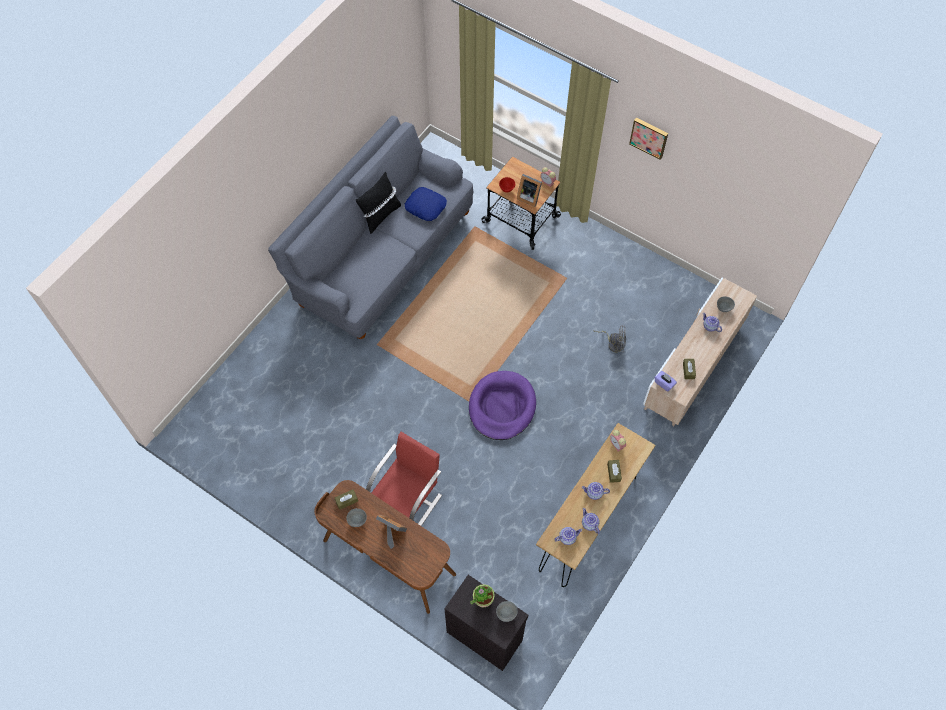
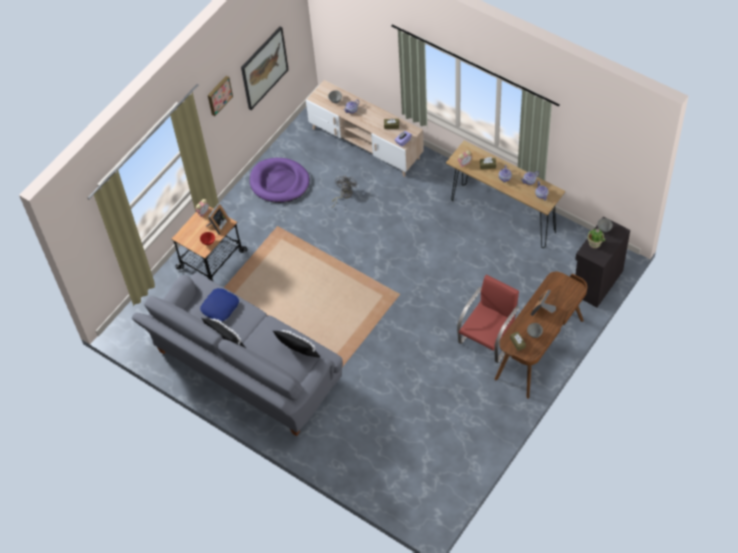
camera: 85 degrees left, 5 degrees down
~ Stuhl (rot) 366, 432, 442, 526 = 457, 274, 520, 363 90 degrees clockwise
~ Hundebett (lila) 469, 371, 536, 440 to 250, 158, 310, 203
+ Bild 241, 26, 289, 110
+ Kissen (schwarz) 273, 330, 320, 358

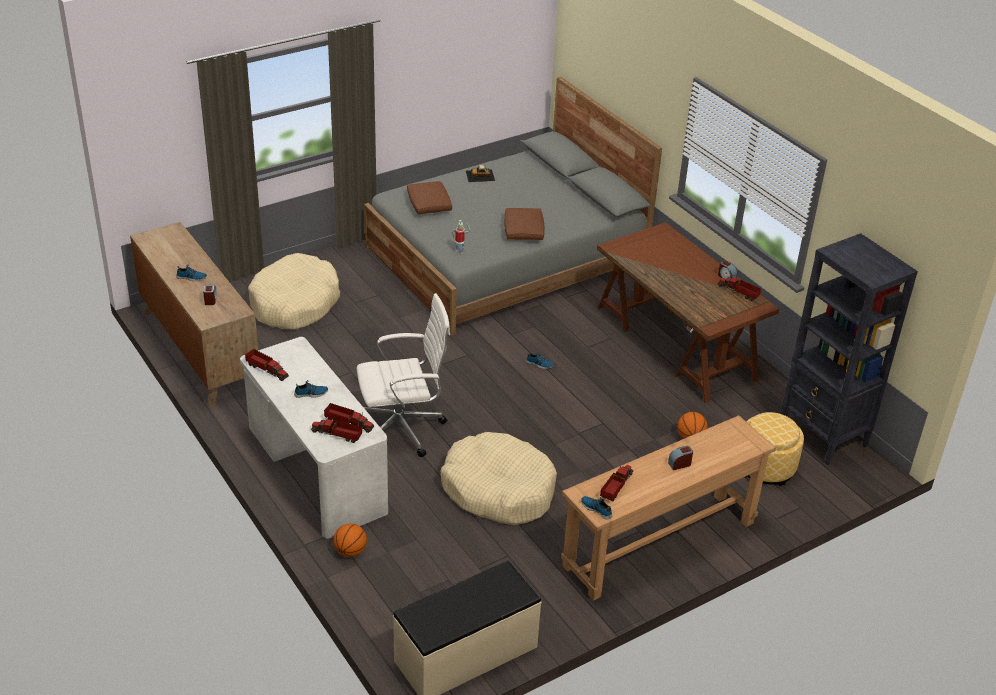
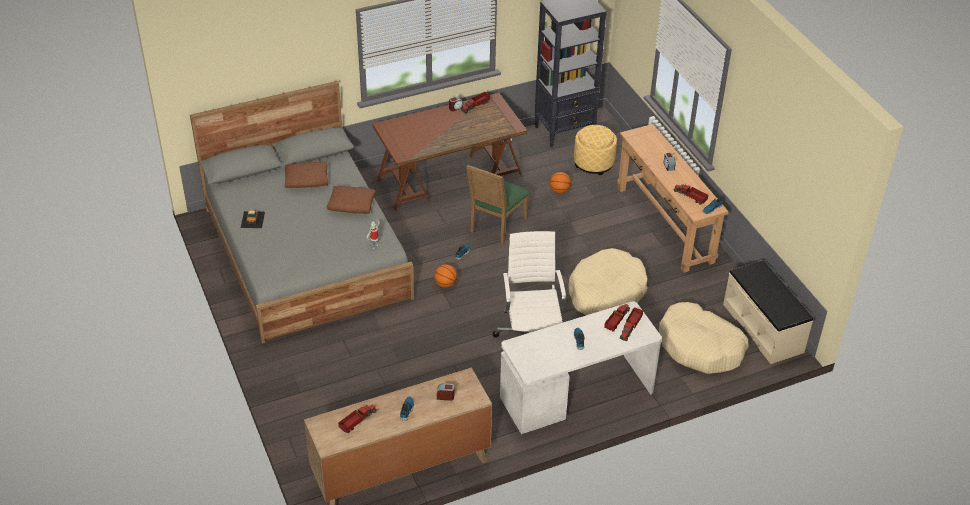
camera: 80 degrees left, 5 degrees up
~ Spielzeuglaster 245, 349, 289, 381 to 338, 404, 377, 433
~ Hundebett (beige) 248, 253, 340, 329 to 659, 302, 749, 374
~ Basketball 333, 523, 367, 557 to 434, 264, 457, 288
~ Kissen (braun) 407, 181, 452, 214 to 285, 162, 328, 188
+ Stuhl (grün) 466, 165, 530, 244

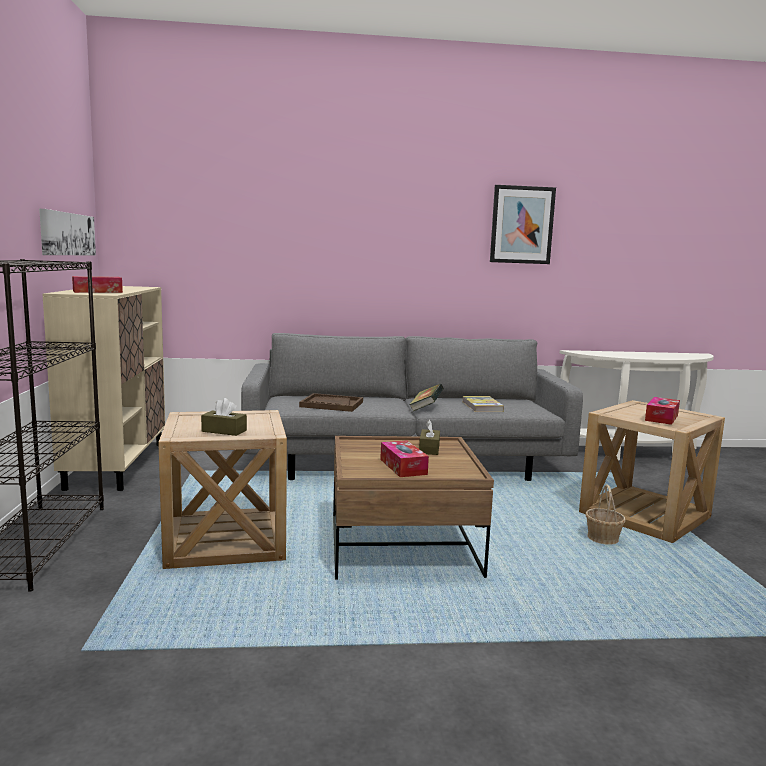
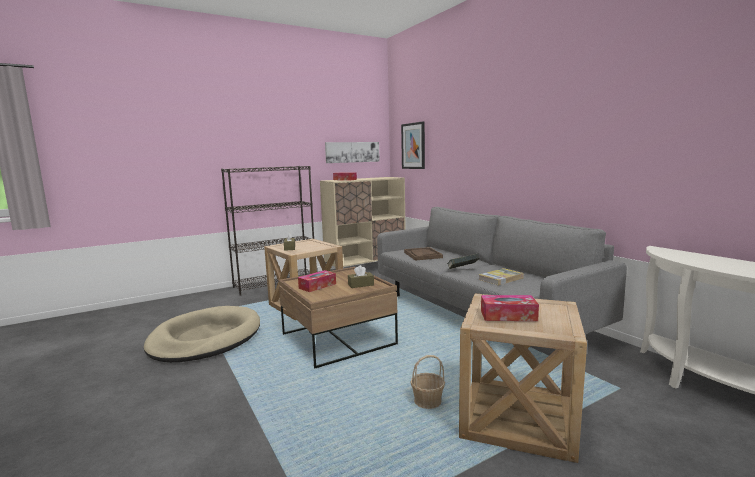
camera: 65 degrees right, 0 degrees up
~ Bild 490, 185, 556, 264 to 401, 121, 425, 169
+ Hundebett (beige) 144, 306, 260, 363

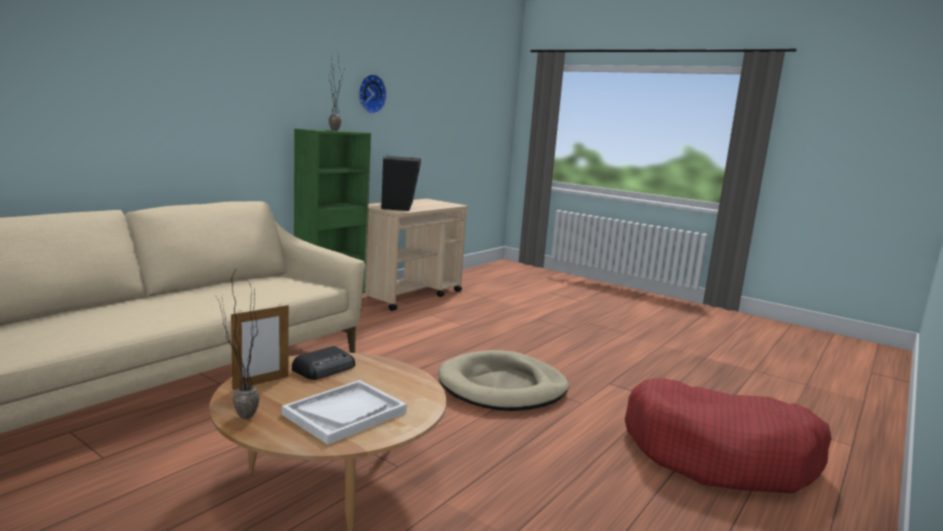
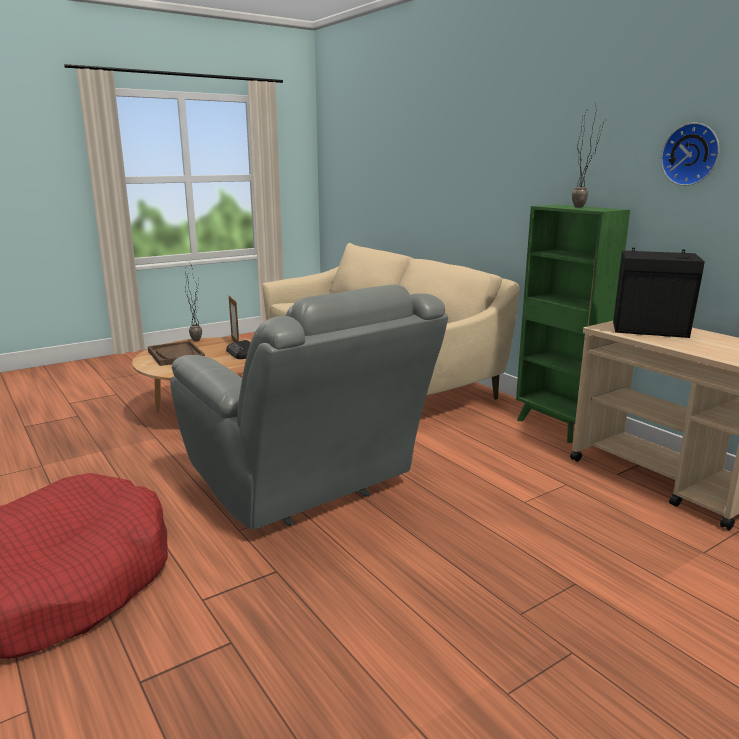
camera: 110 degrees right, 5 degrees up
~ Tablett (weiß) 282, 380, 407, 445 to Tablett (braun) 148, 341, 205, 366
~ Hundebett (beige) 438, 350, 569, 411 to Sessel (grau) 170, 285, 448, 529

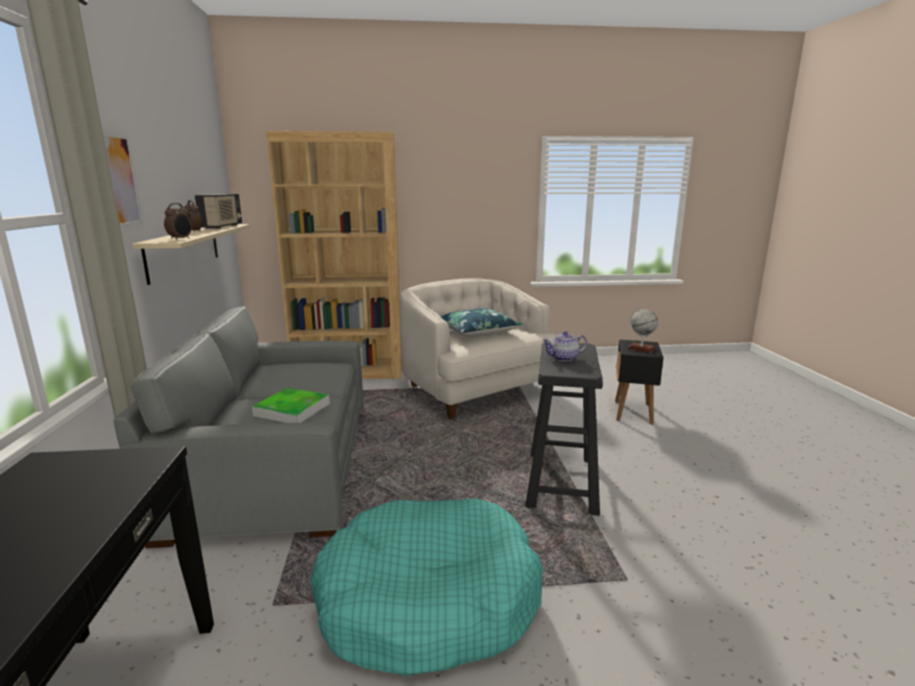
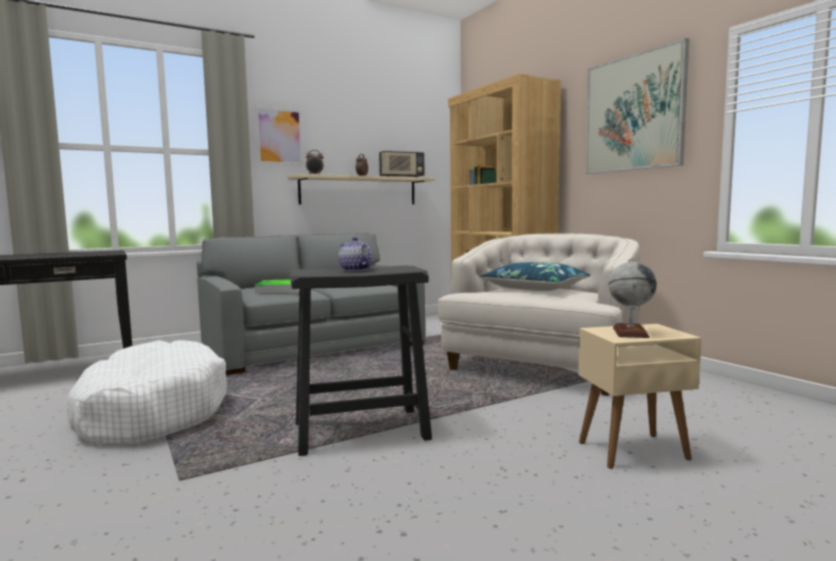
camera: 65 degrees right, 10 degrees down
~ Hundebett (türkis) 310, 499, 543, 676 to Hundebett (weiß) 66, 340, 227, 445
~ Beistelltisch (schwarz) 615, 339, 664, 424 to Beistelltisch (beige) 578, 324, 701, 469
+ Bild 585, 38, 689, 174

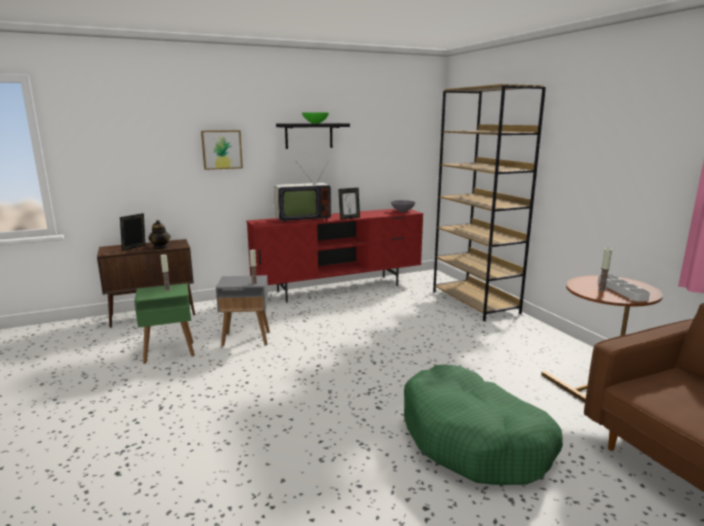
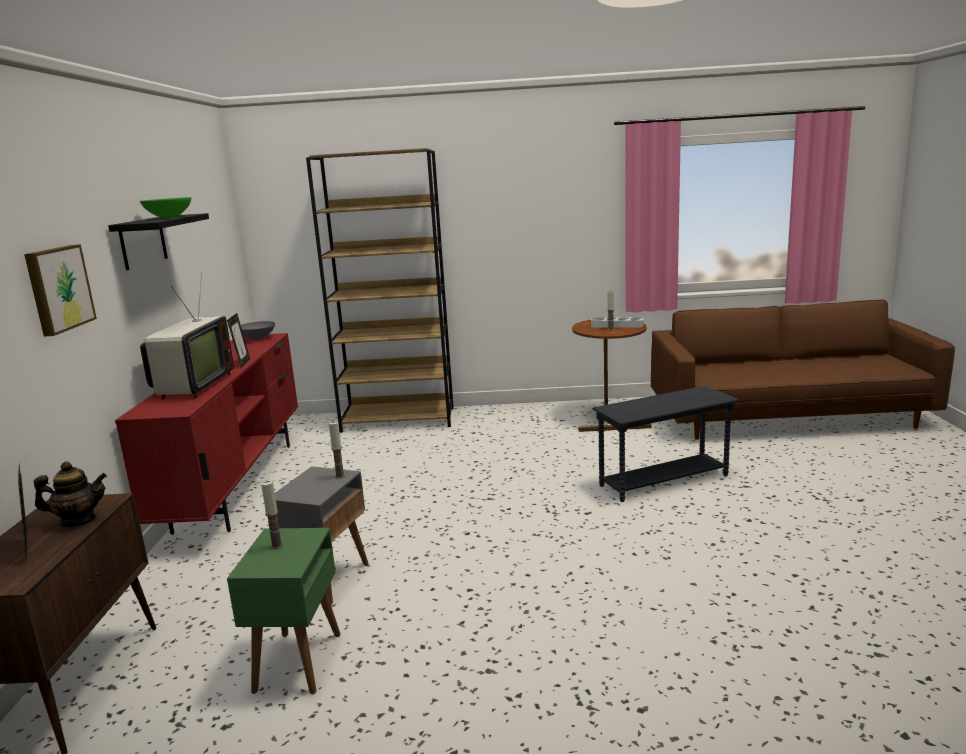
camera: 65 degrees left, 0 degrees up
~ Hundebett (grün) 404, 364, 563, 485 to Beistelltisch (grau) 592, 386, 739, 502

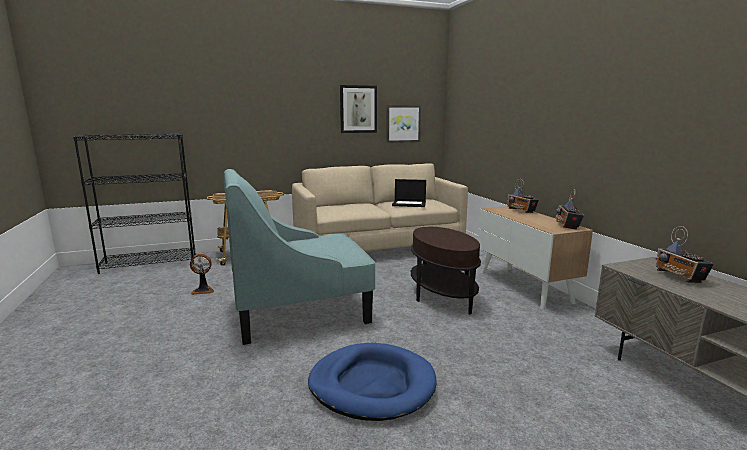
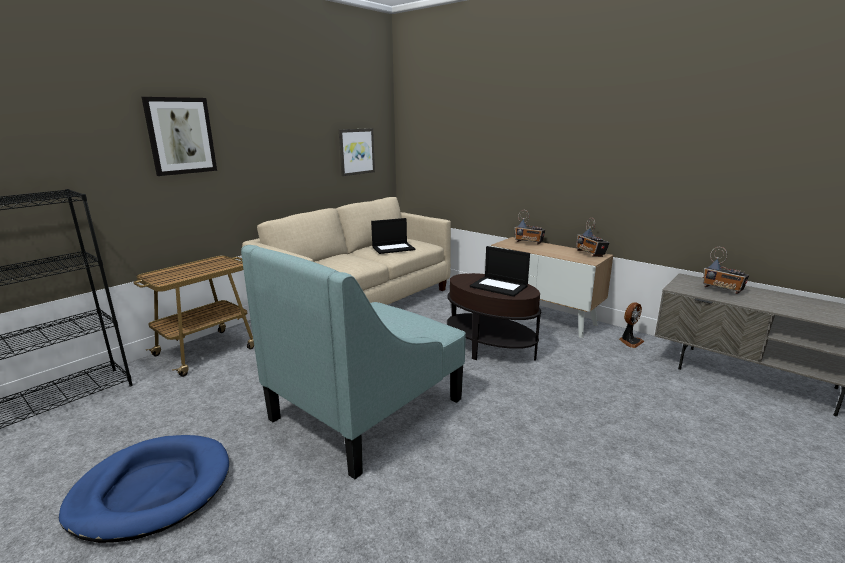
camera: 30 degrees left, 5 degrees up
~ Ventilator 190, 254, 214, 295 to 619, 302, 644, 348
~ Hundebett (blau) 308, 343, 437, 421 to 59, 435, 229, 543
~ Bild 340, 85, 377, 133 to 142, 97, 217, 176
+ Laptop 470, 246, 530, 297

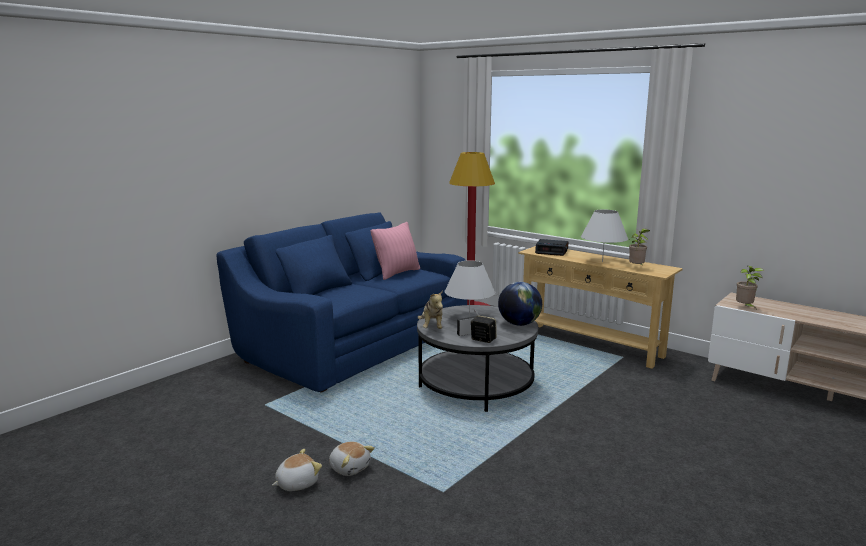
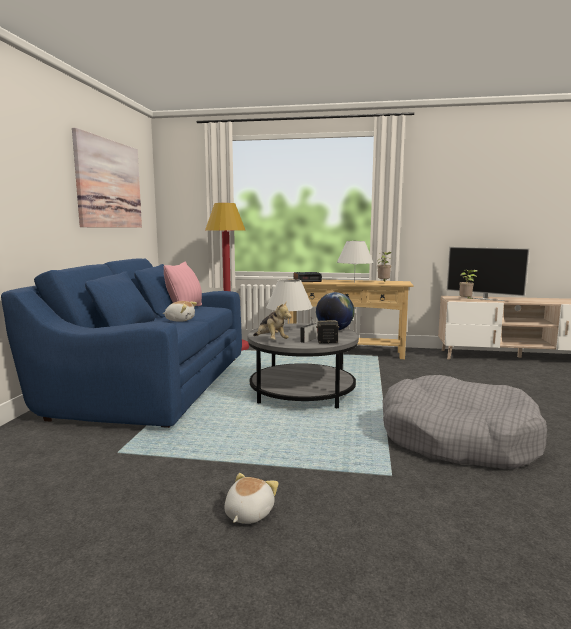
camera: 30 degrees left, 5 degrees down
~ Plüschtier 329, 442, 375, 476 to 163, 301, 197, 322
+ Bild 72, 128, 142, 228
+ Hundebett (grau) 383, 375, 547, 470
+ Fernseher 447, 247, 529, 301

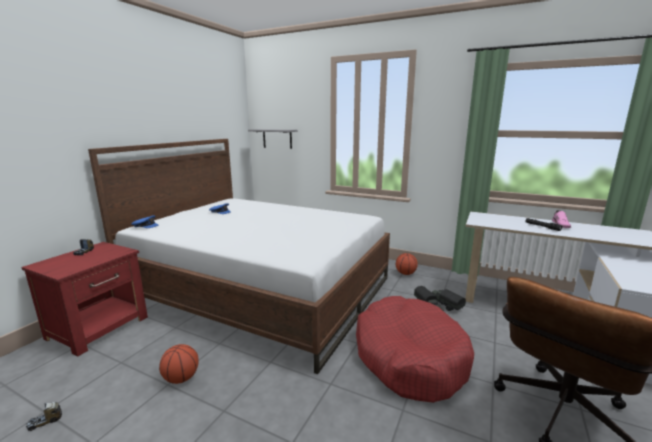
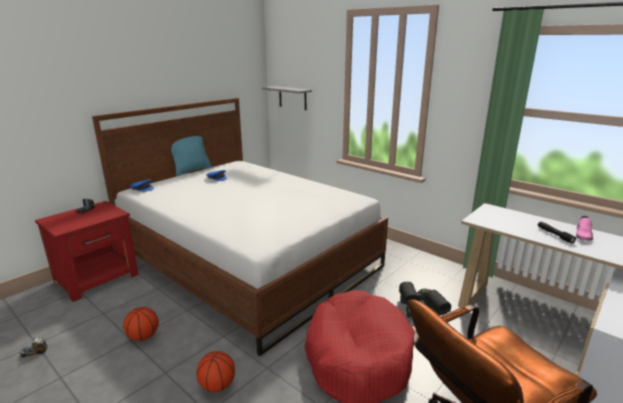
camera: 15 degrees right, 5 degrees up
~ Basketball 396, 253, 418, 275 to 196, 351, 235, 392
+ Kissen (türkis) 171, 136, 212, 176

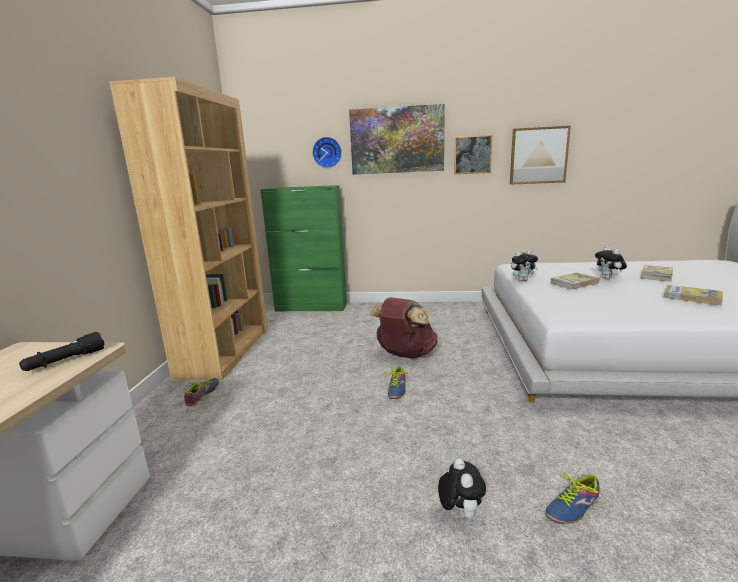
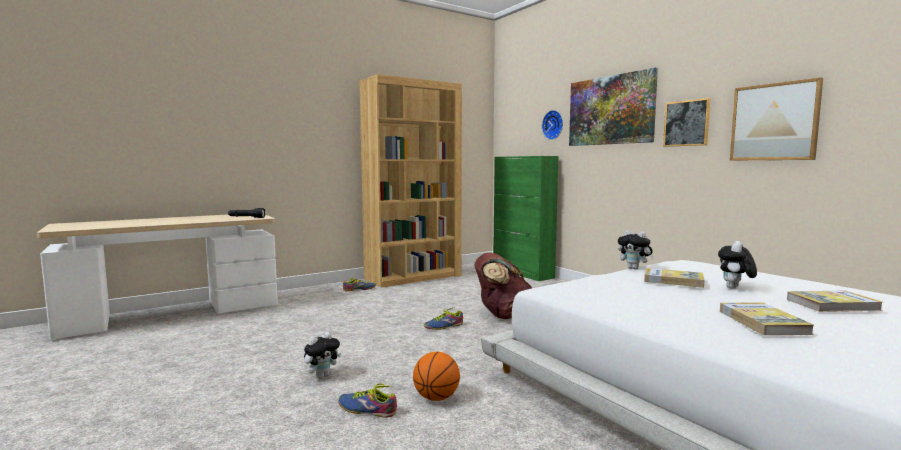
camera: 50 degrees right, 10 degrees down
+ Basketball 413, 352, 460, 401

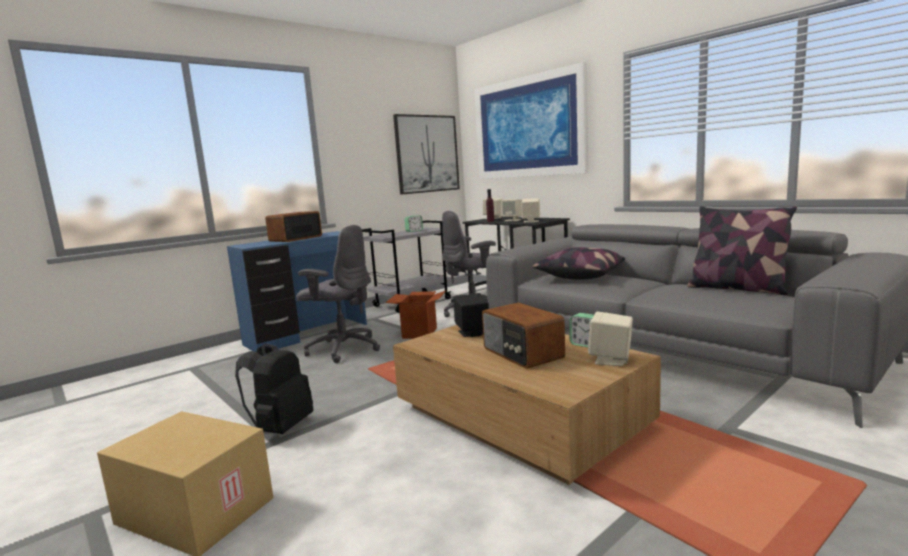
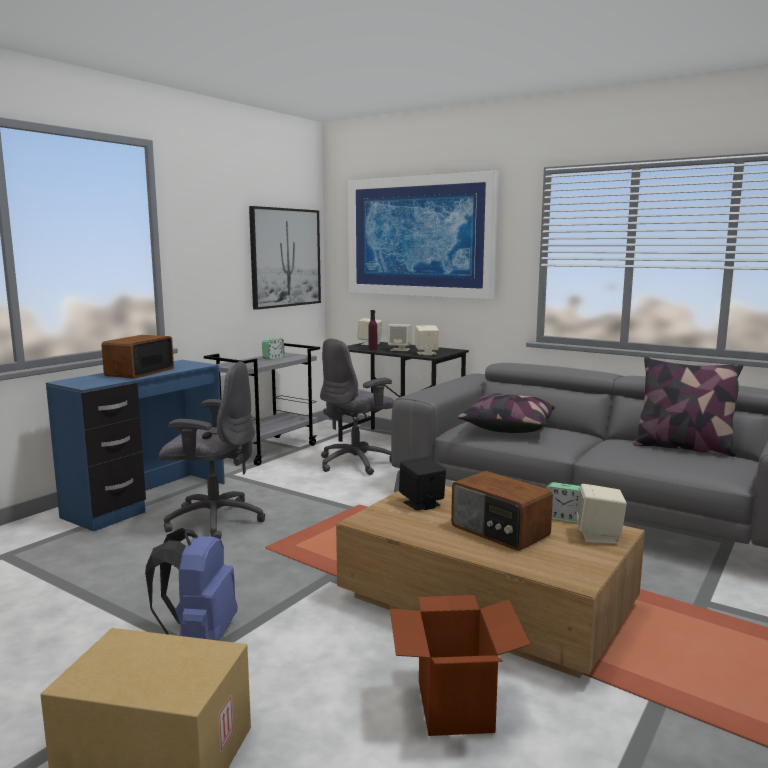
camera: 15 degrees left, 0 degrees up
~ Rucksack (schwarz) 235, 343, 313, 434 to Rucksack (blau) 145, 528, 238, 641
~ Karton 386, 291, 446, 339 to 390, 595, 530, 736

